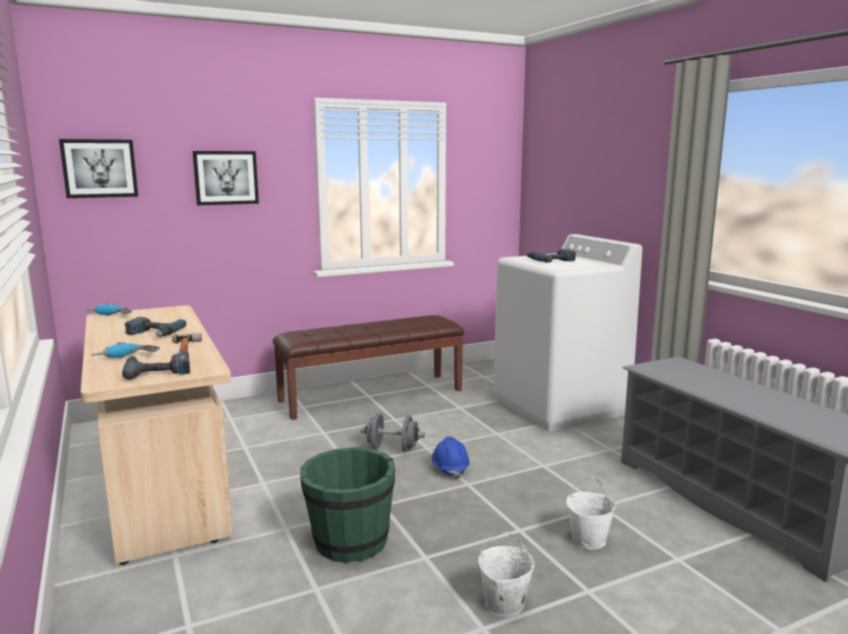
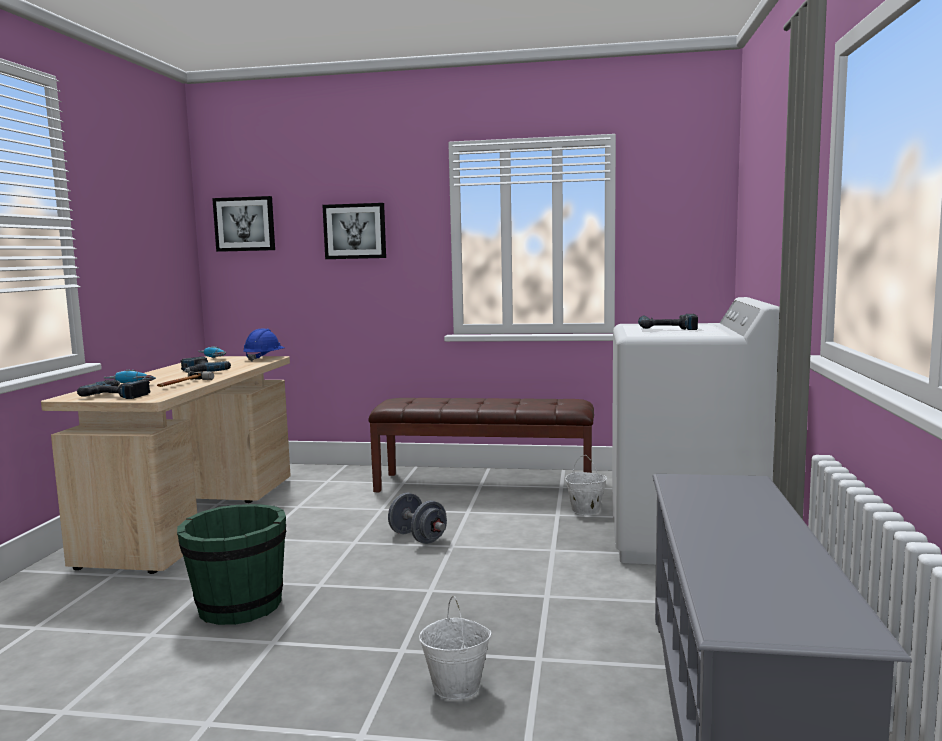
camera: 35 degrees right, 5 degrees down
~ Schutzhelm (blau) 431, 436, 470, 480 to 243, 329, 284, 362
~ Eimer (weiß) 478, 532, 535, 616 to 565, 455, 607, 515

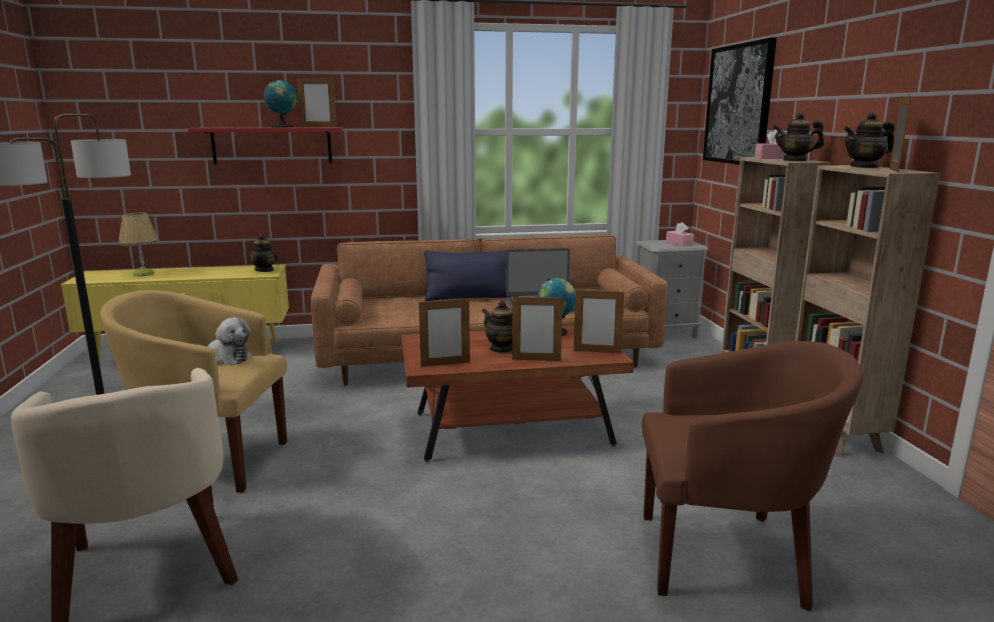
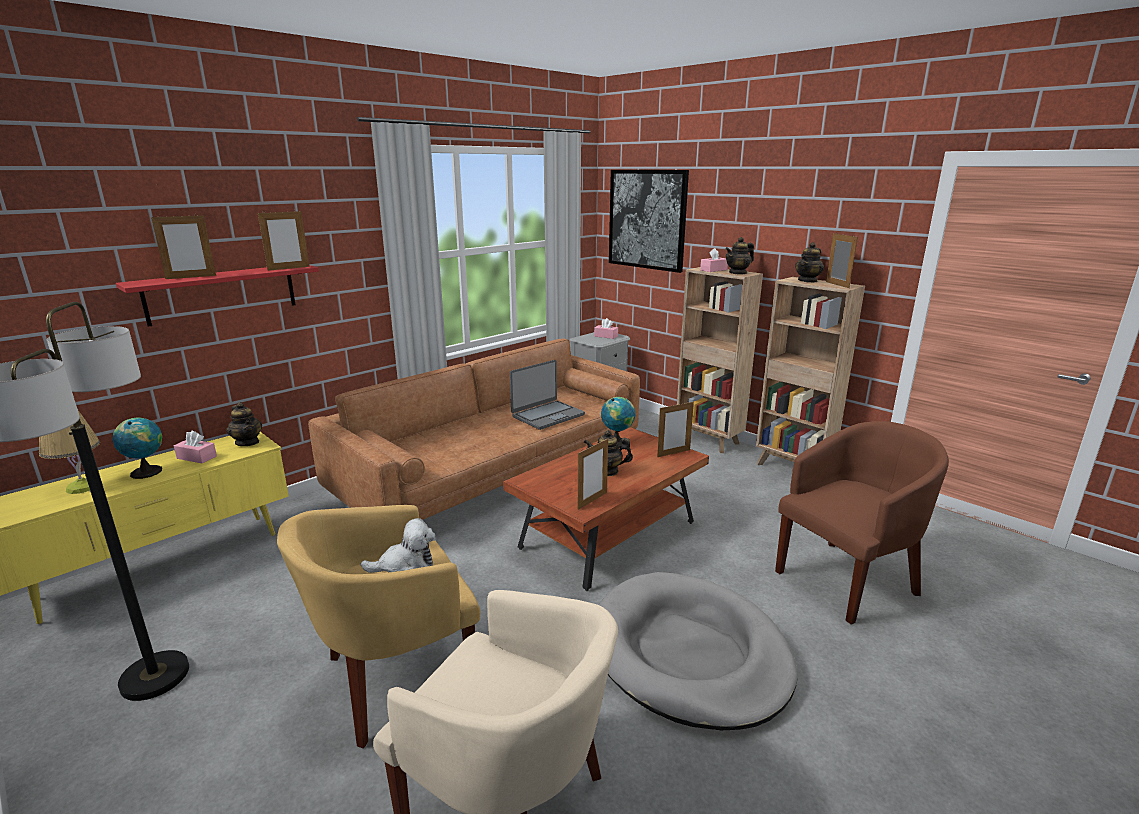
camera: 35 degrees left, 5 degrees up
~ Globus 264, 79, 297, 127 to 113, 417, 162, 479
- Kissen (blau) 424, 248, 519, 301
~ Bilderrahmen 512, 295, 563, 361 to 151, 213, 216, 279
+ Taschentuchbox (rosa) 174, 431, 217, 463
+ Hundebett (grau) 599, 572, 798, 730

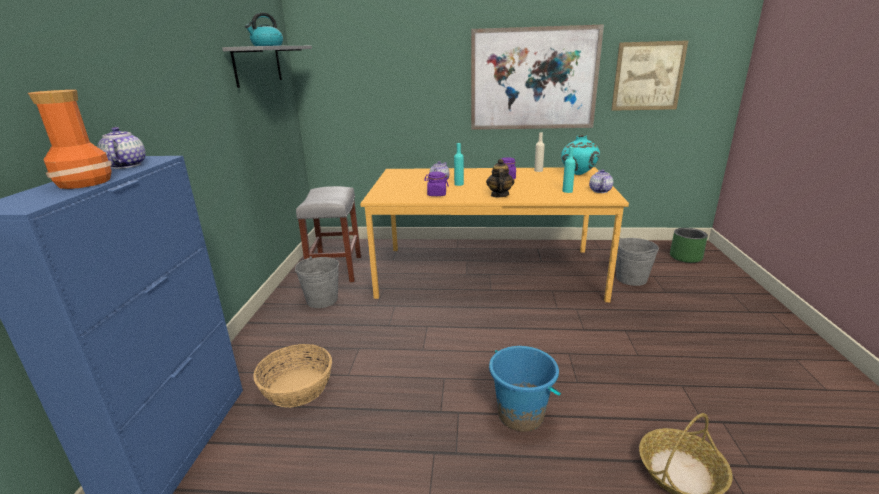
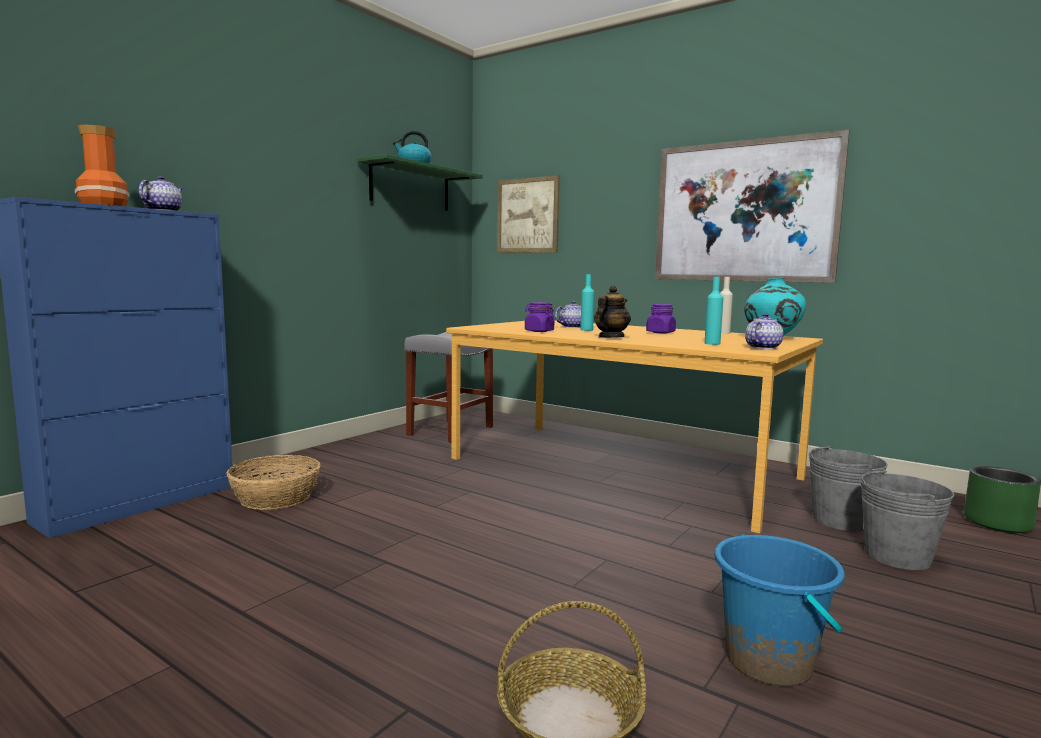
camera: 30 degrees right, 15 degrees down
~ Wandregal (grau) 222, 46, 312, 88 to Wandregal (grün) 357, 154, 483, 211
~ Eimer (grau) 295, 256, 339, 308 to 860, 469, 954, 570
~ Eimer (blau) 489, 346, 561, 432 to 714, 534, 845, 686
~ Bild 611, 40, 689, 111 to 497, 175, 560, 253

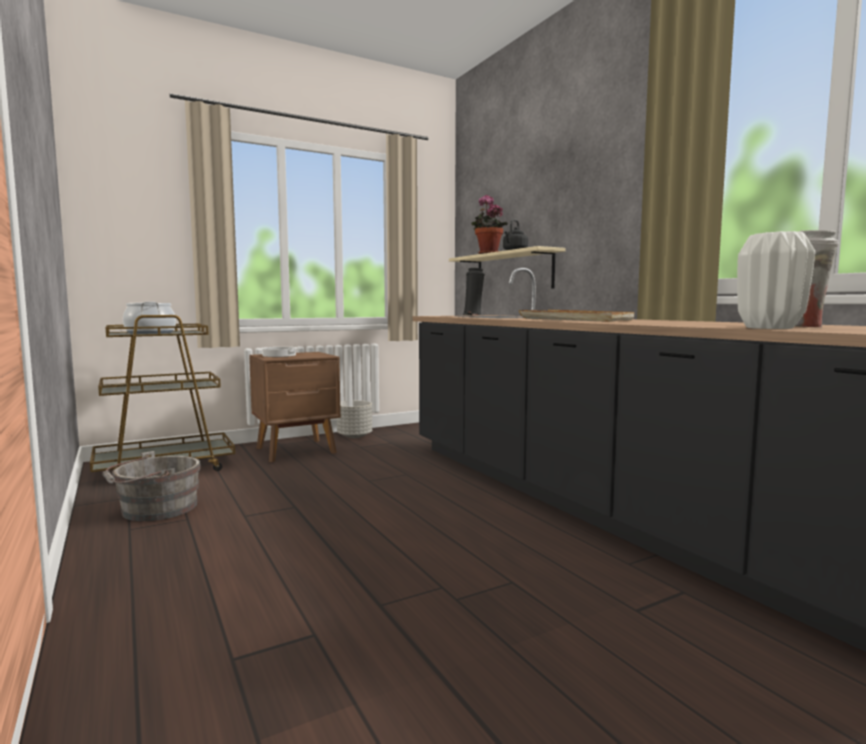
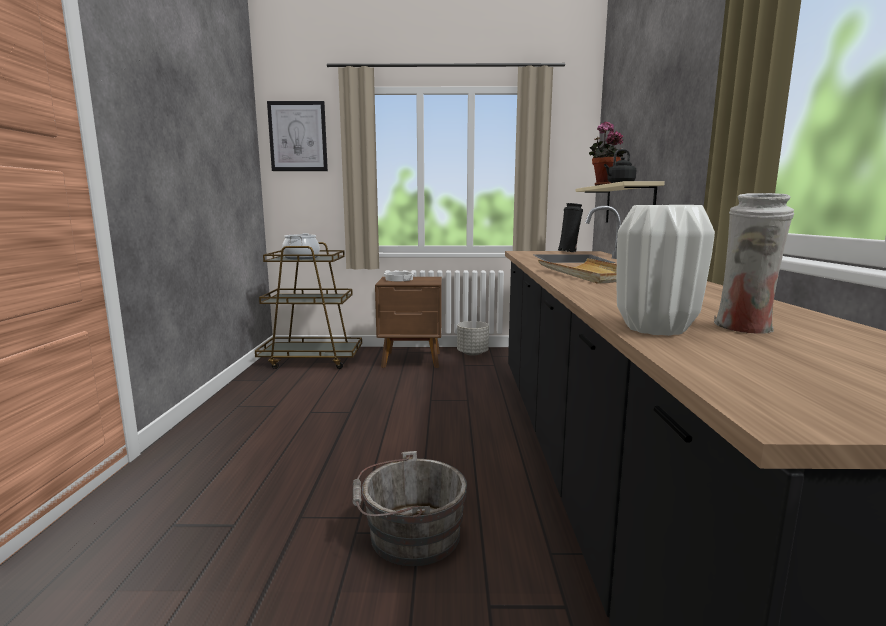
camera: 30 degrees right, 5 degrees up
~ Eimer (grau) 102, 451, 201, 521 to 352, 451, 467, 566
+ Bild 267, 101, 328, 171

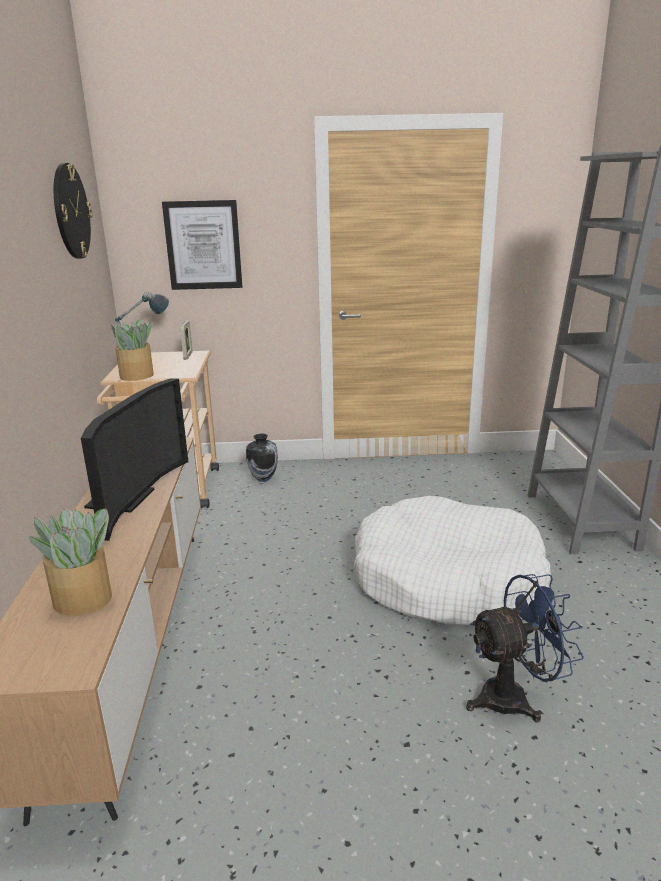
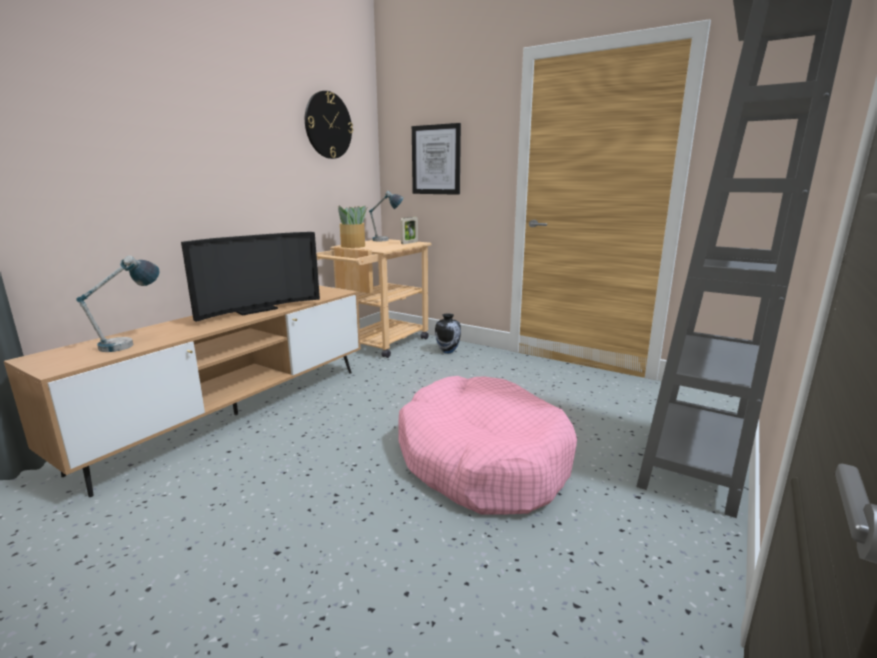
camera: 35 degrees right, 5 degrees down
~ Topfpflanze 29, 508, 112, 616 to Tischlampe 76, 256, 160, 352
~ Hundebett (weiß) 354, 496, 551, 625 to Hundebett (rosa) 398, 376, 577, 515
- Ventilator (blau) 466, 574, 584, 723

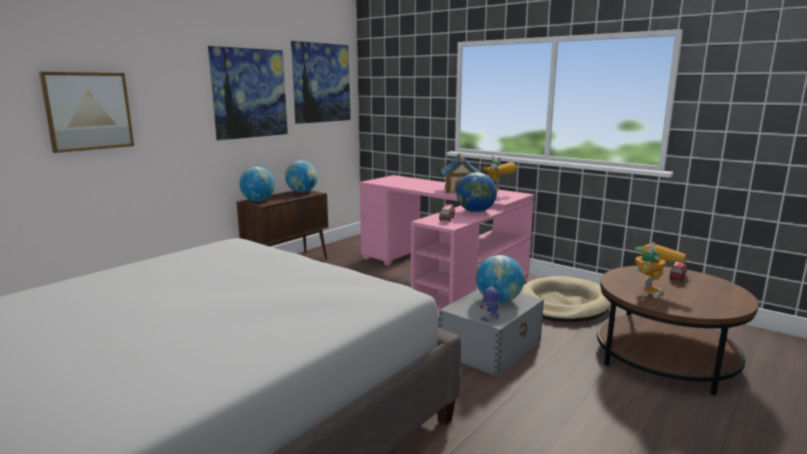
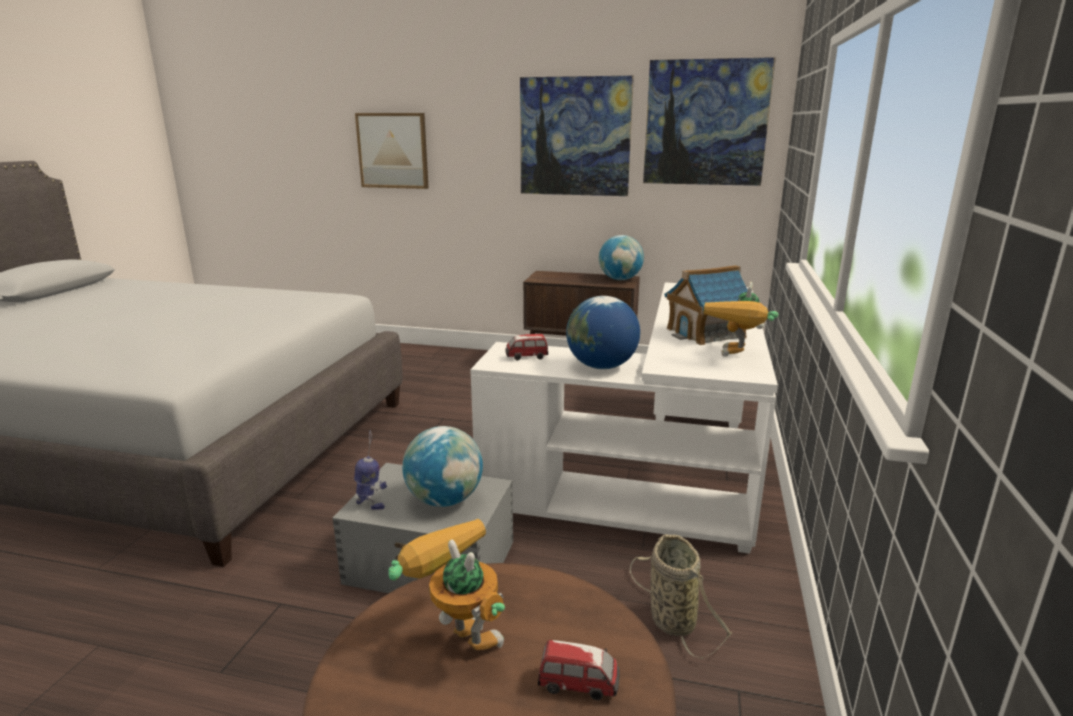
camera: 65 degrees right, 5 degrees up
- Globus 239, 167, 275, 201
~ Schreibtisch (rosa) 359, 175, 534, 318 to Schreibtisch (weiß) 470, 282, 778, 554
~ Hundebett (beige) 520, 276, 611, 322 to Korb 630, 534, 732, 659
~ Spielzeugroboter 635, 242, 687, 298 = 388, 519, 505, 650 150 degrees counterclockwise

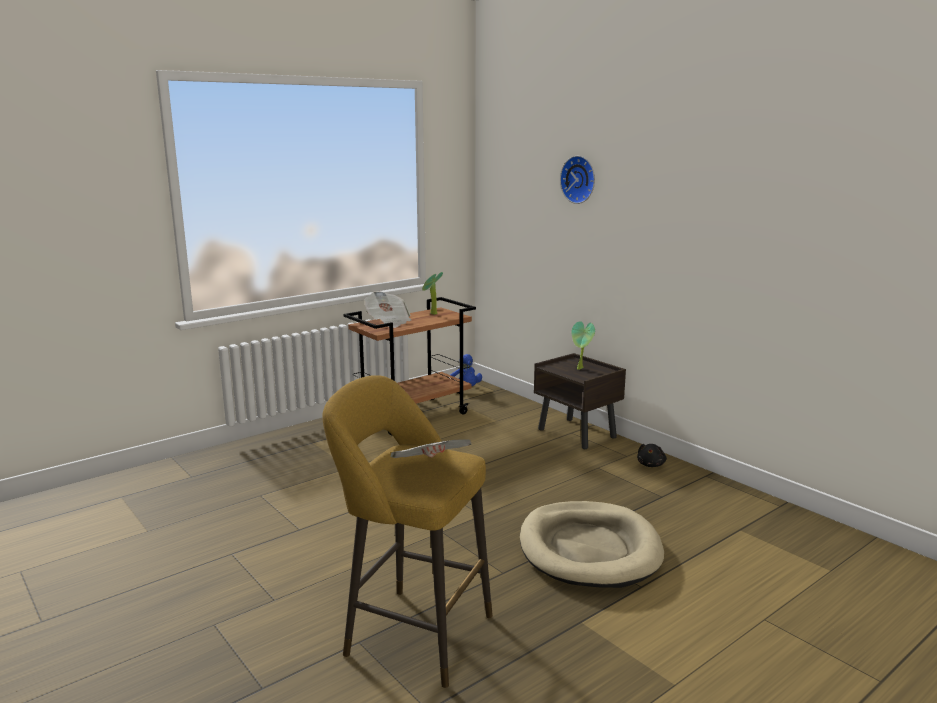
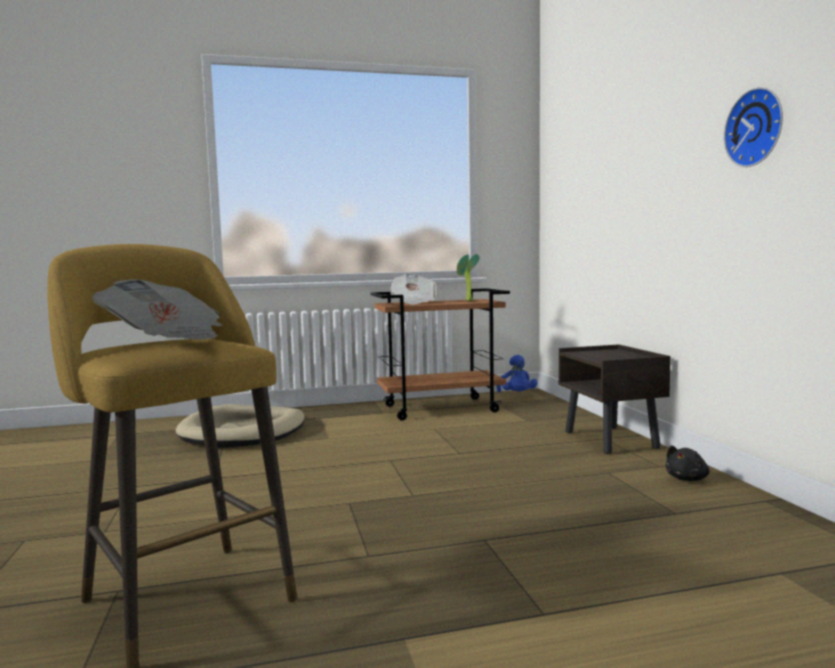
camera: 25 degrees right, 10 degrees down
~ Hundebett (beige) 520, 501, 664, 588 to 176, 404, 305, 448
~ Wanduhr 560, 156, 595, 204 to 724, 87, 783, 167
- Topfpflanze 571, 321, 595, 370

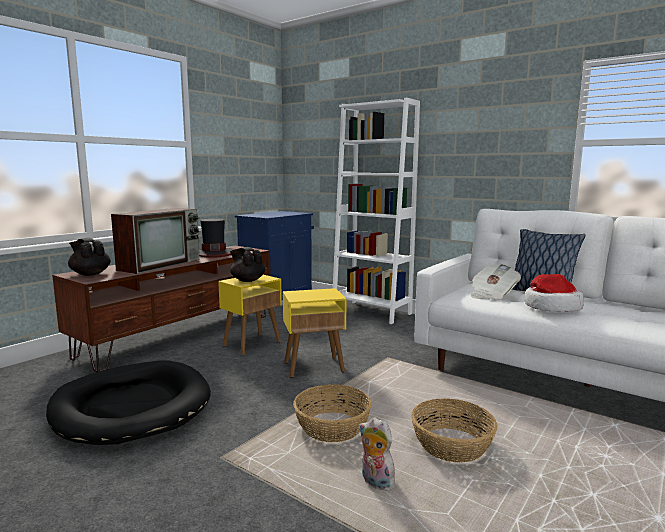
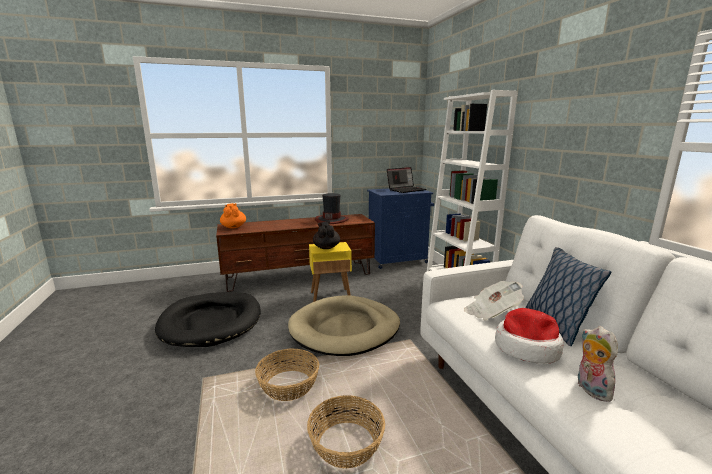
camera: 35 degrees right, 5 degrees up
~ Teekanne (schwarz) 68, 237, 111, 276 to Teekanne (orange) 220, 203, 246, 229
- Fernseher 111, 208, 200, 274
~ Beistelltisch (gelb) 283, 288, 347, 378 to Hundebett (beige) 288, 295, 400, 356
~ Plüschtier 359, 417, 397, 490 to 578, 326, 618, 402
+ Laptop 387, 167, 427, 193

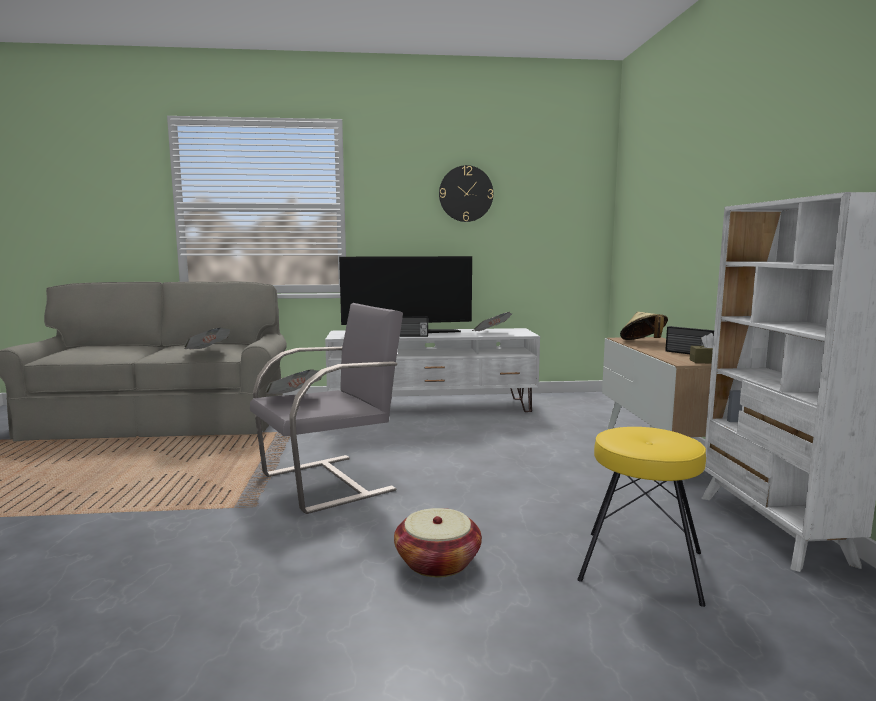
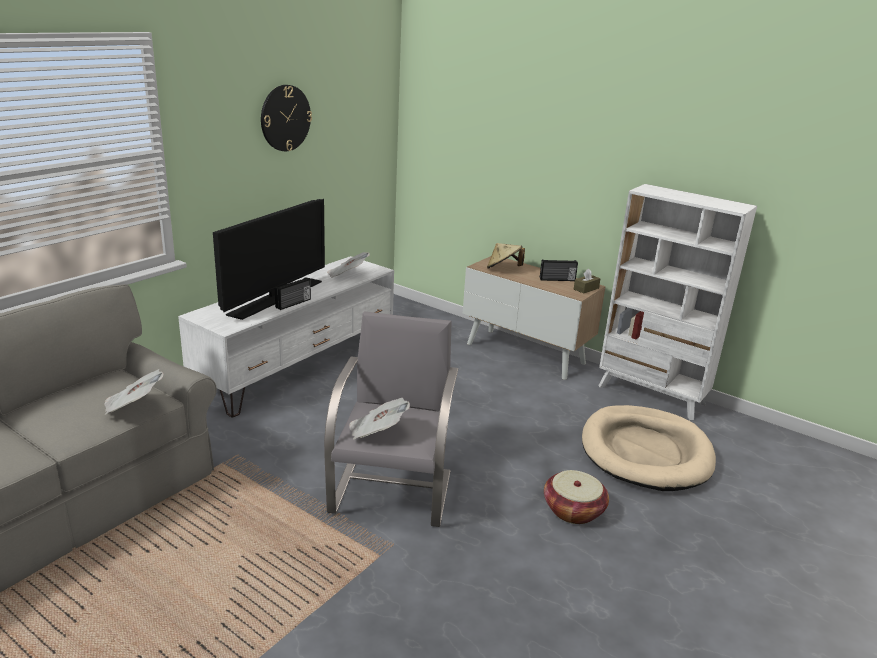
camera: 50 degrees left, 15 degrees up
~ Hocker (gelb) 577, 427, 706, 607 to Hundebett (beige) 582, 405, 716, 491

